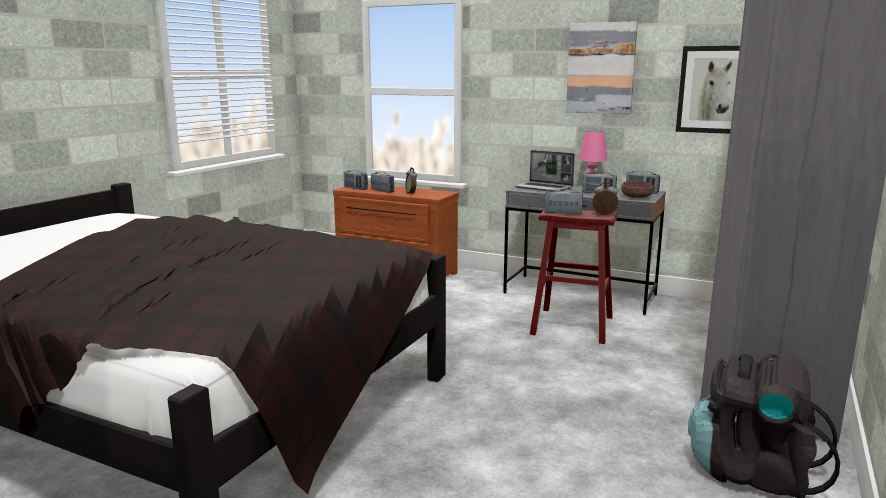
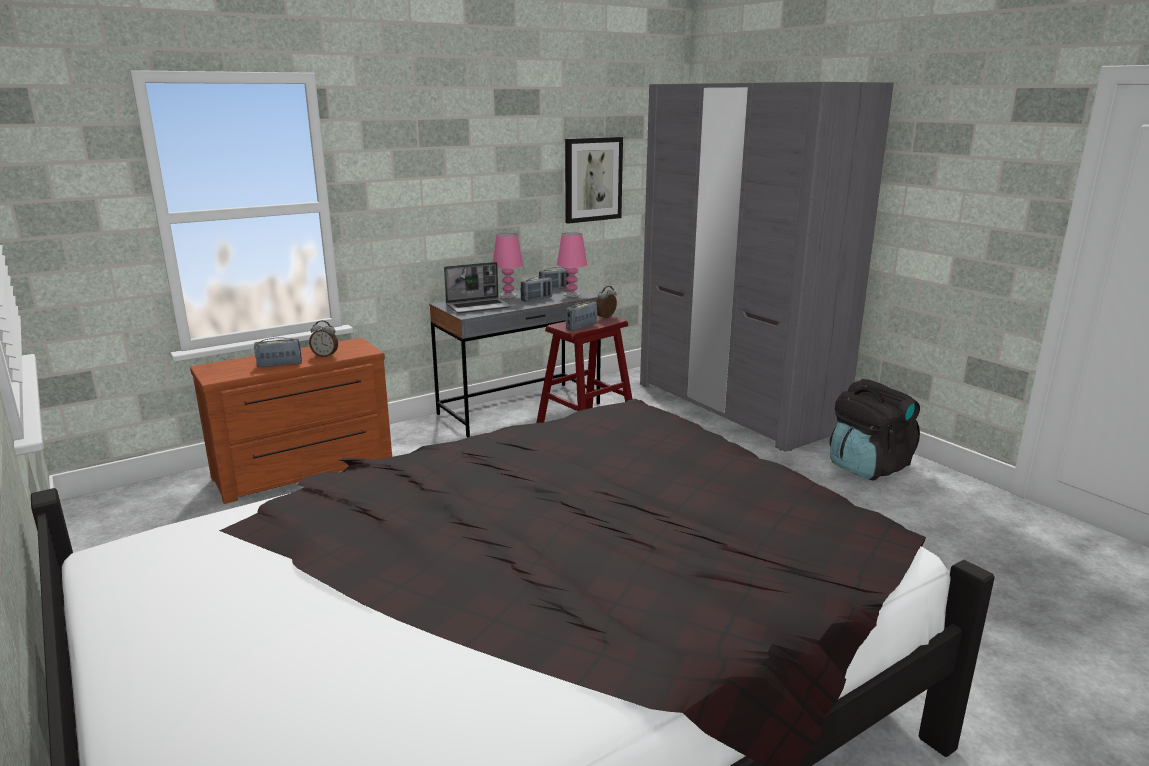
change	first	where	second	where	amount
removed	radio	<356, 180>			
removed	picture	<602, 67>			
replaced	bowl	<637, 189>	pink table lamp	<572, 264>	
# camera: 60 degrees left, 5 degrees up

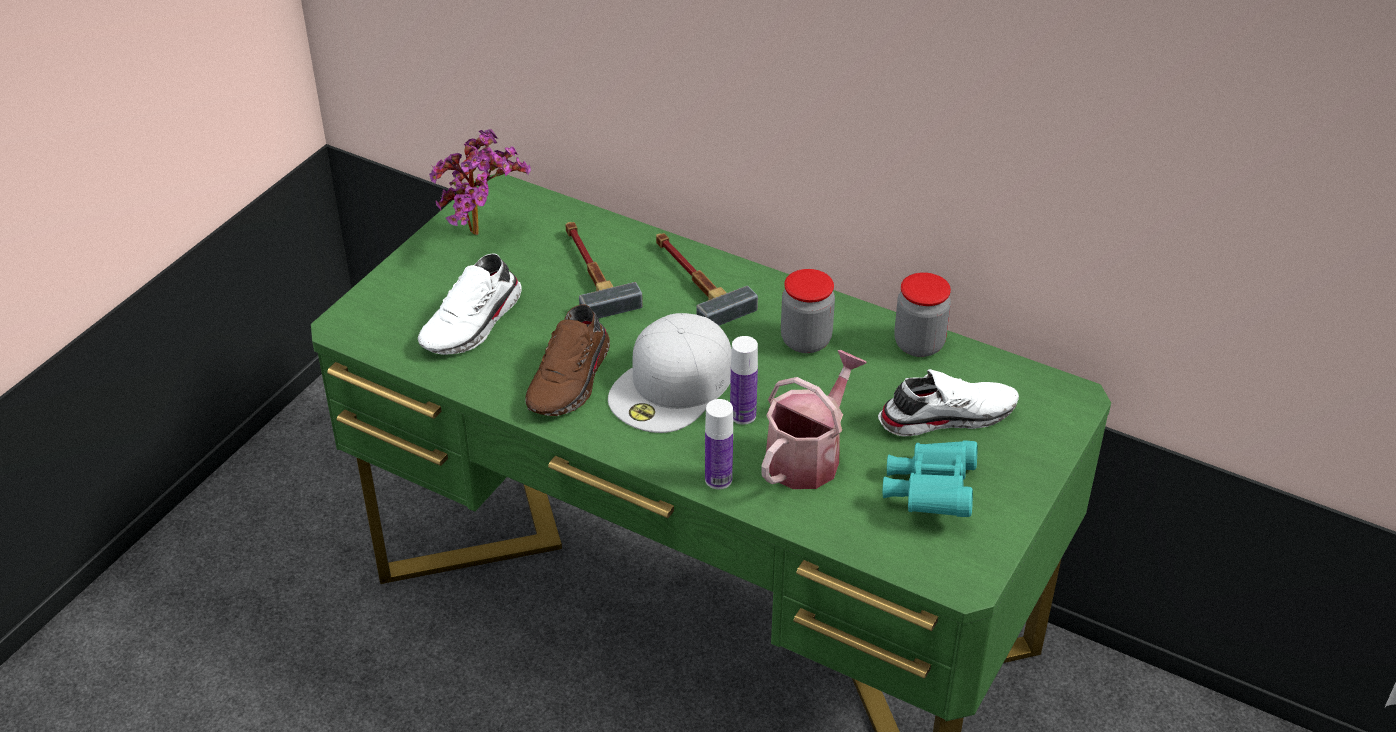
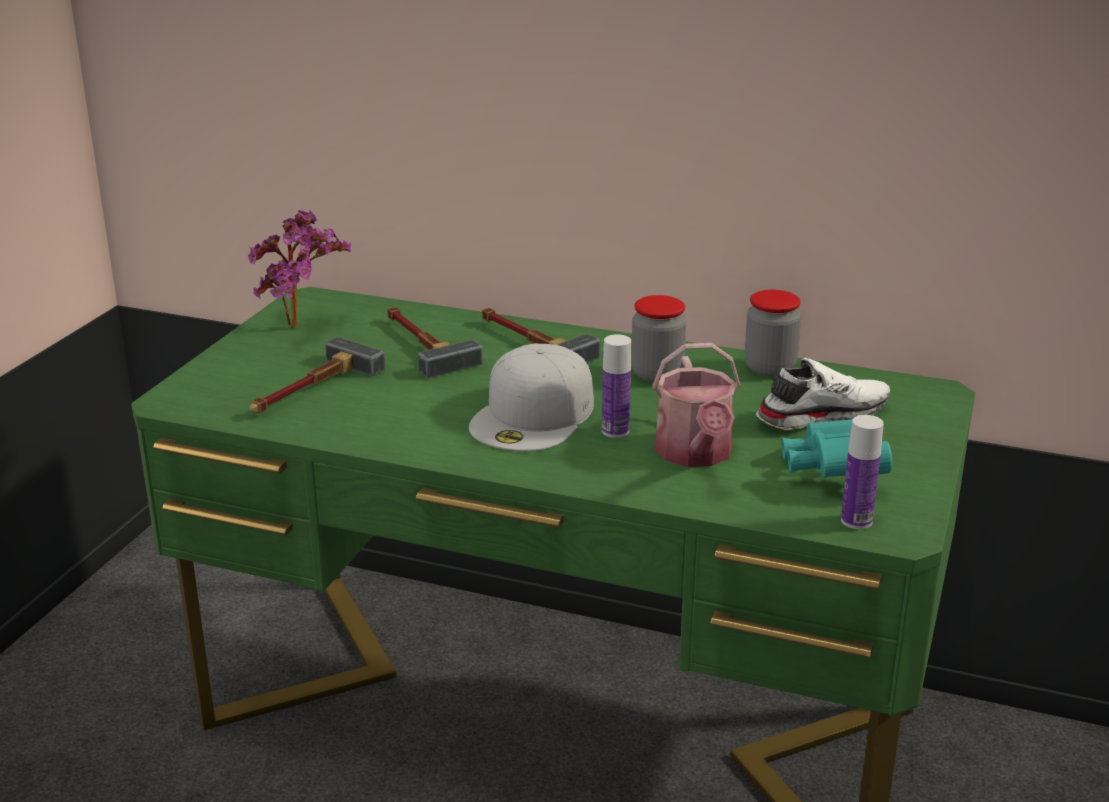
change	first	where	second	where	amount
removed	brown shoe	<567, 360>			
moved	bottle	<719, 444>		<862, 472>	
replaced	white shoe	<470, 304>	hammer	<318, 375>	
turned	watering can	<814, 419>		<696, 405>	150 degrees clockwise
# camera: 10 degrees left, 15 degrees down

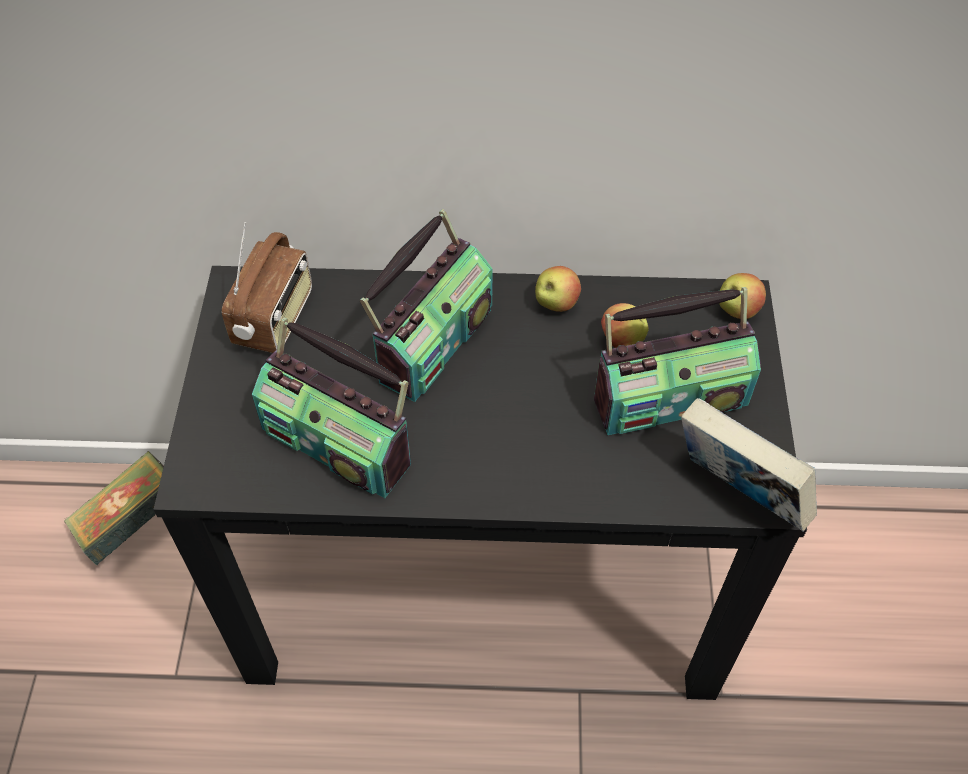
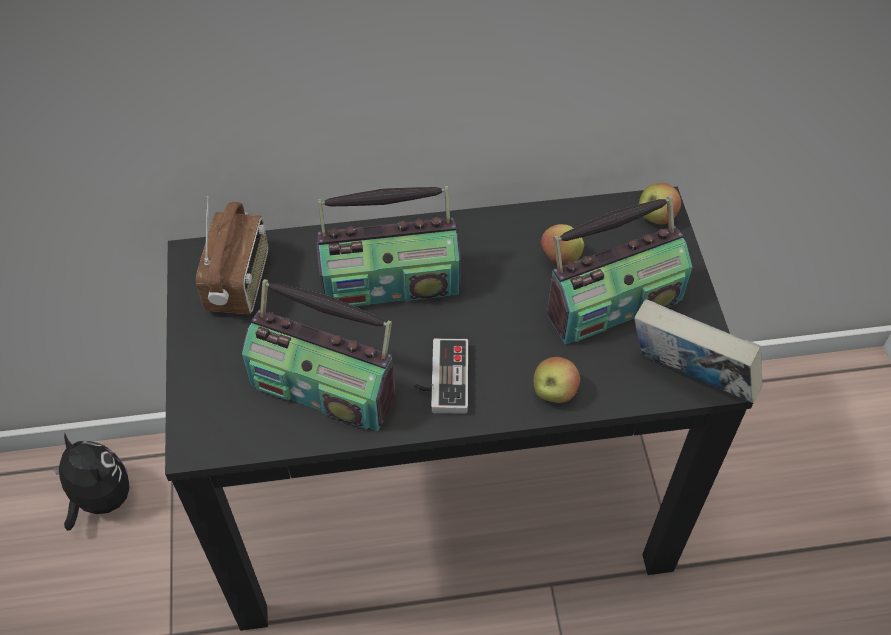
change	first	where	second	where	amount
added			game controller	<441, 376>	
moved	apple	<558, 289>		<557, 380>	
replaced	book	<114, 508>	plush toy	<91, 482>	
turned	radio	<426, 306>		<388, 246>	60 degrees clockwise
# camera: 10 degrees left, 0 degrees up

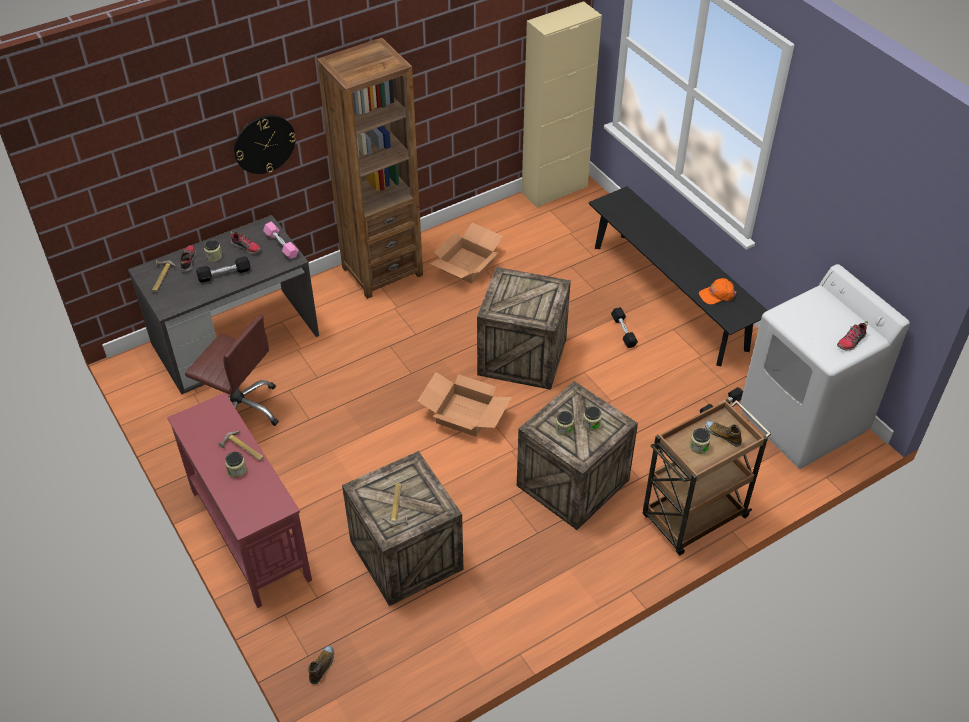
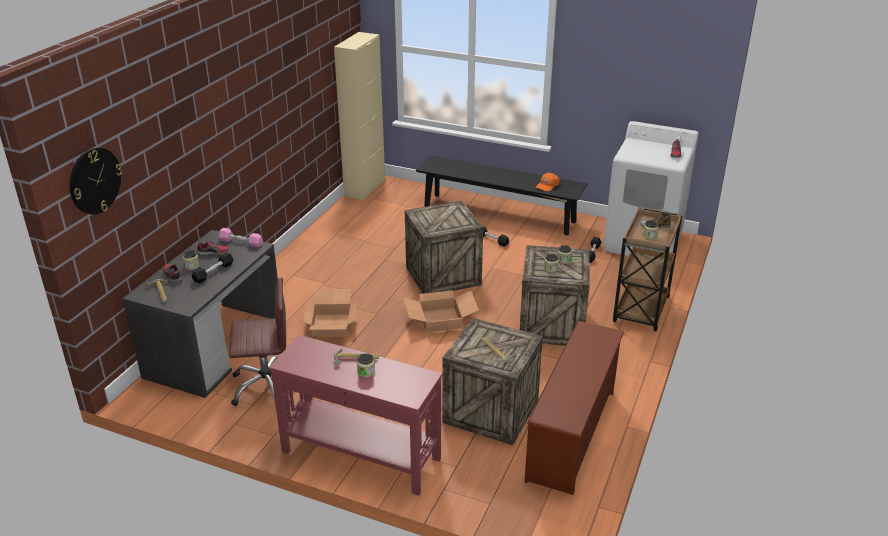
change	first	where	second	where	amount
removed	shoe	<321, 665>			
removed	brown bookcase	<370, 168>			
added			brown shoe rack	<574, 408>	
moved	wall clock	<265, 144>		<96, 181>	
moved	cardboard box	<466, 253>		<330, 312>	
# camera: 35 degrees left, 15 degrees down

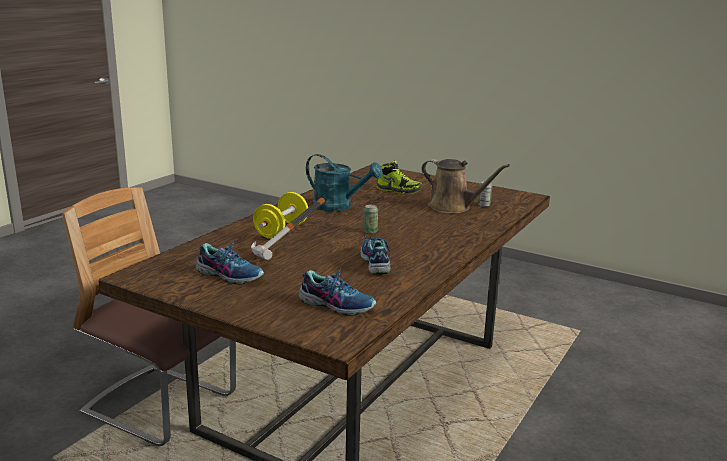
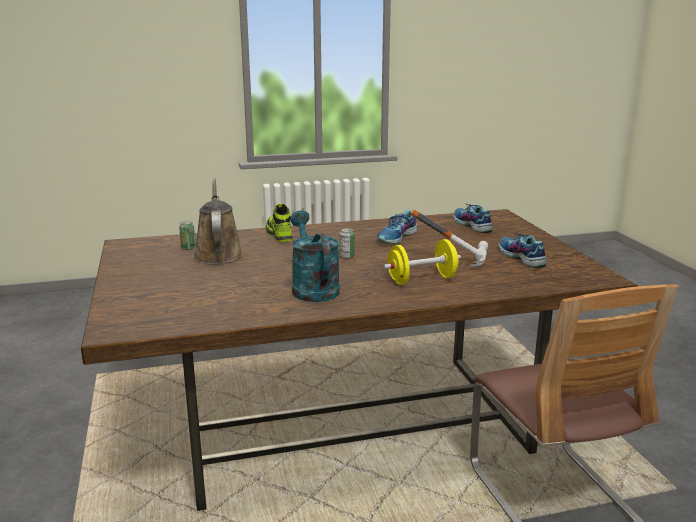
change	first	where	second	where	amount
moved	shoe	<400, 177>		<279, 223>	
# camera: 135 degrees left, 0 degrees up

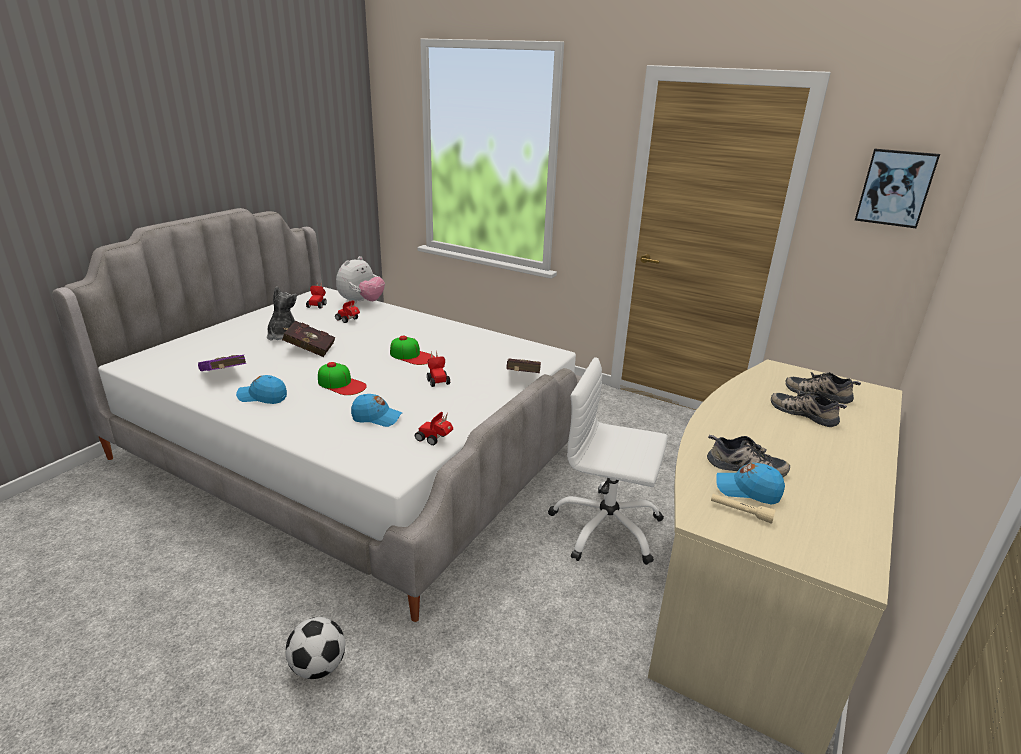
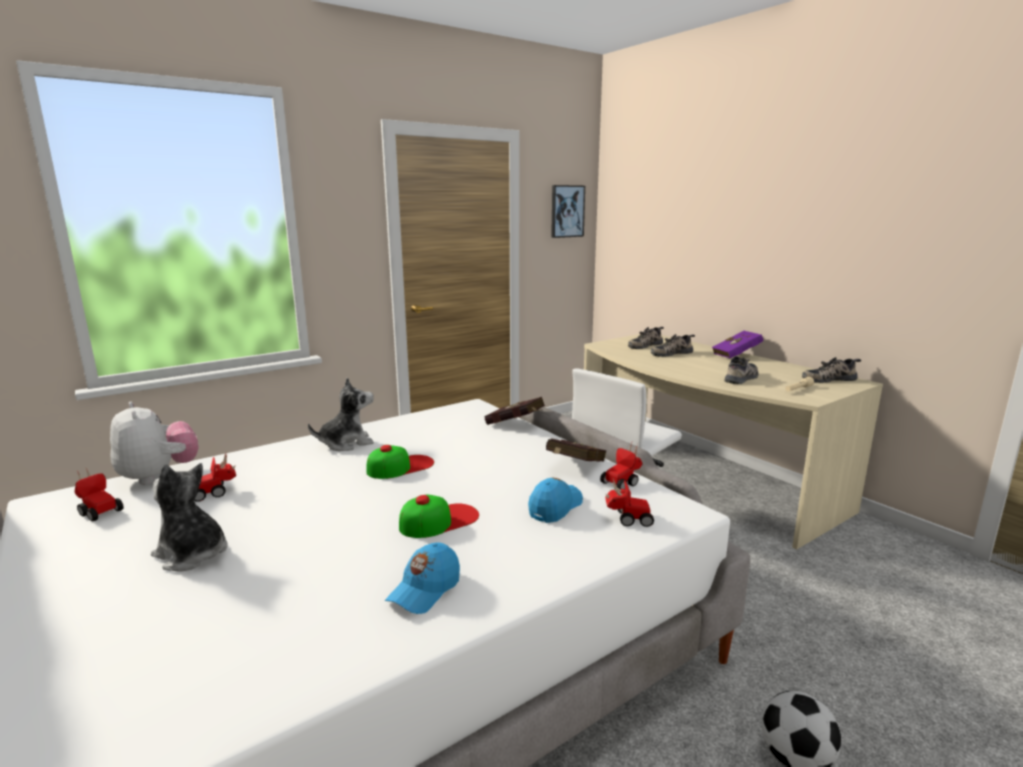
change	first	where	second	where	amount
removed	blue cap	<750, 484>			
added			plush toy	<341, 414>	
added			shoe	<831, 370>	
moved	purple book	<222, 363>		<737, 344>	
moved	red book	<308, 339>		<576, 450>	
moved	toy car	<438, 369>		<629, 503>	
# camera: 65 degrees left, 10 degrees down

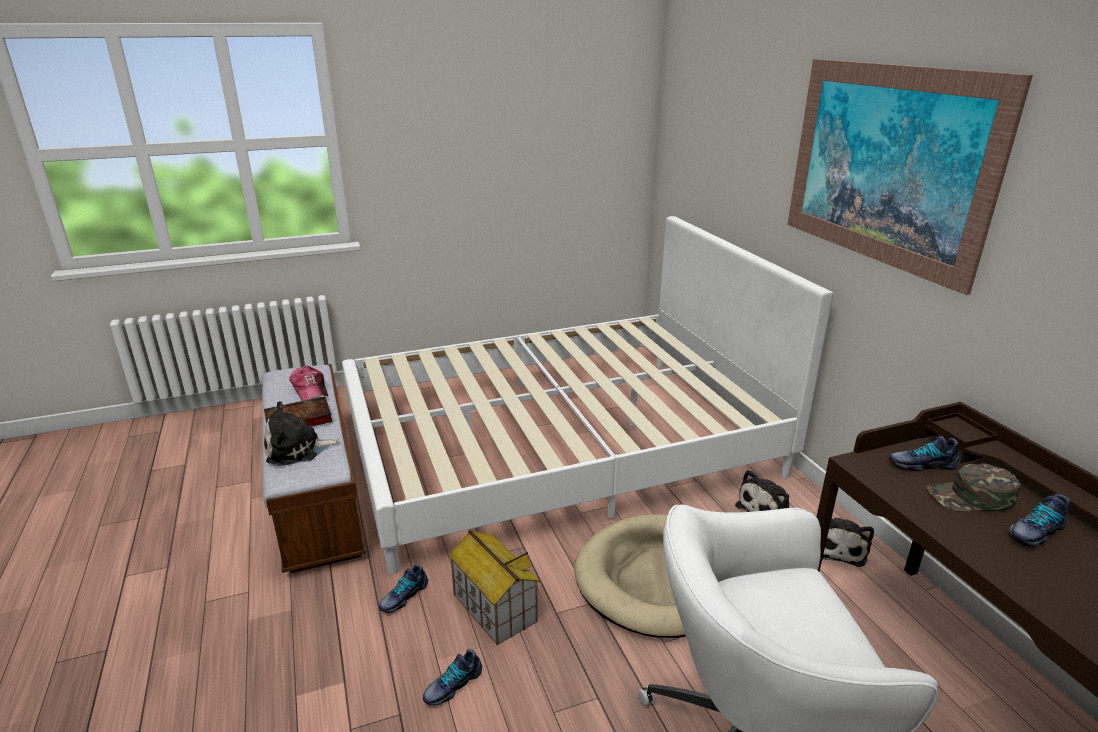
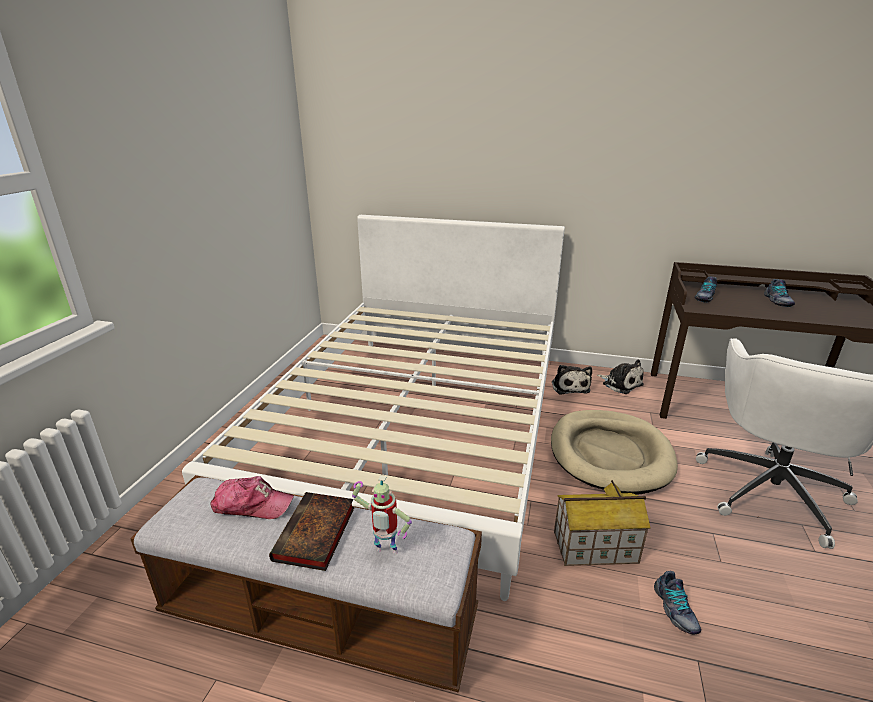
change	first	where	second	where	amount
removed	shoe	<403, 588>			
removed	picture	<910, 177>			
removed	green cap	<973, 487>			
replaced	plush toy	<302, 433>	toy robot	<382, 514>	
# camera: 55 degrees left, 0 degrees up

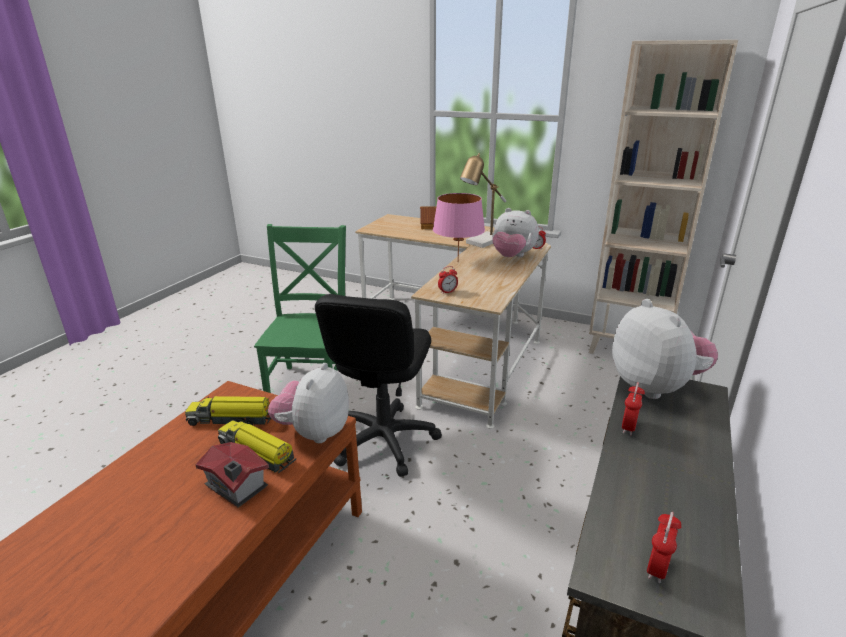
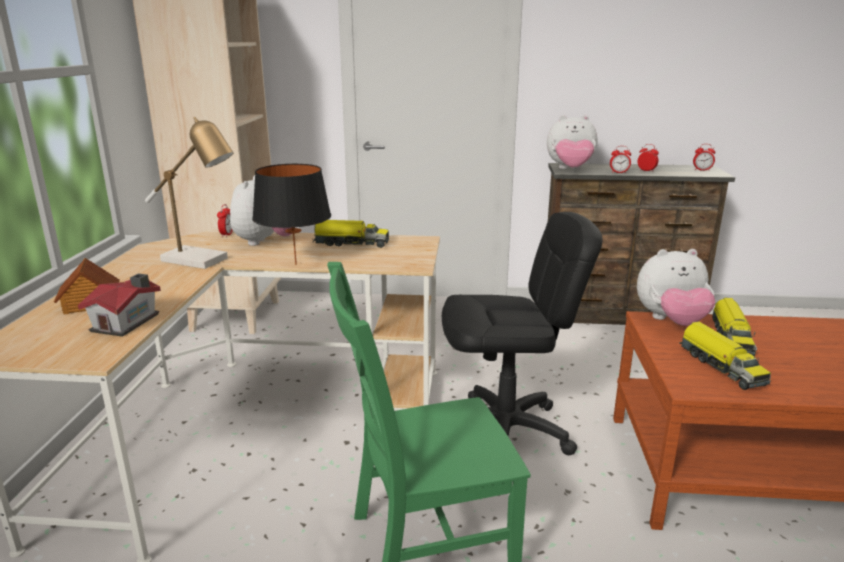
change	first	where	second	where	amount
added			toy truck	<351, 234>	
moved	toy house	<232, 475>		<119, 305>	
moved	alarm clock	<448, 280>		<648, 158>	
recoloured	pink table lamp	<459, 227>	black table lamp	<291, 214>	
turned	plush toy	<665, 349>		<572, 142>	135 degrees counterclockwise
# camera: 110 degrees left, 5 degrees down

